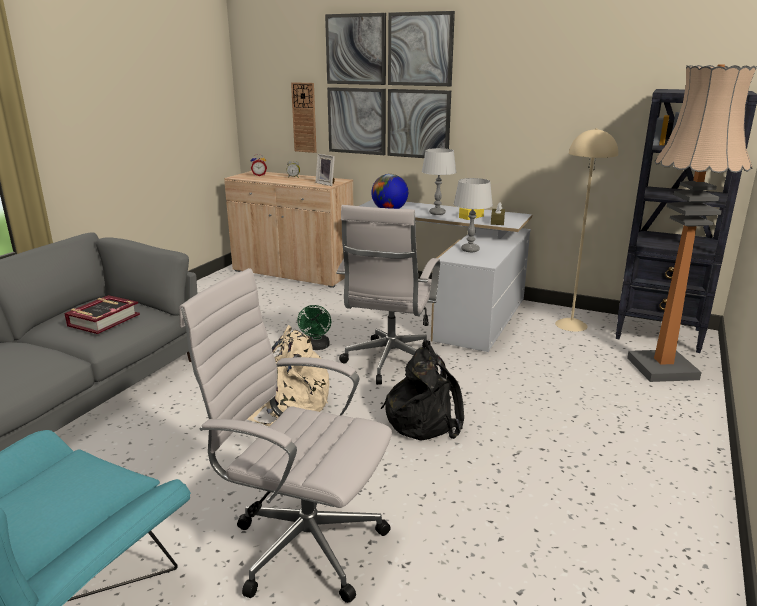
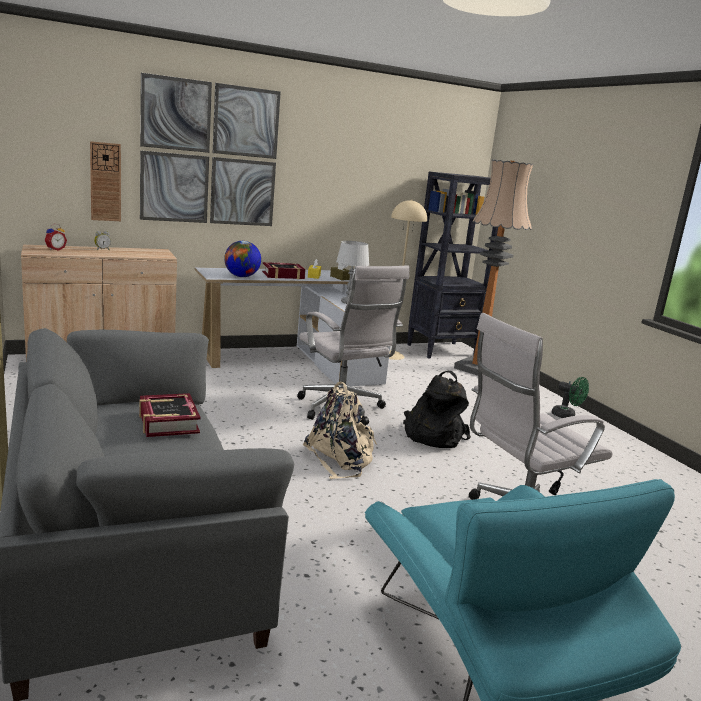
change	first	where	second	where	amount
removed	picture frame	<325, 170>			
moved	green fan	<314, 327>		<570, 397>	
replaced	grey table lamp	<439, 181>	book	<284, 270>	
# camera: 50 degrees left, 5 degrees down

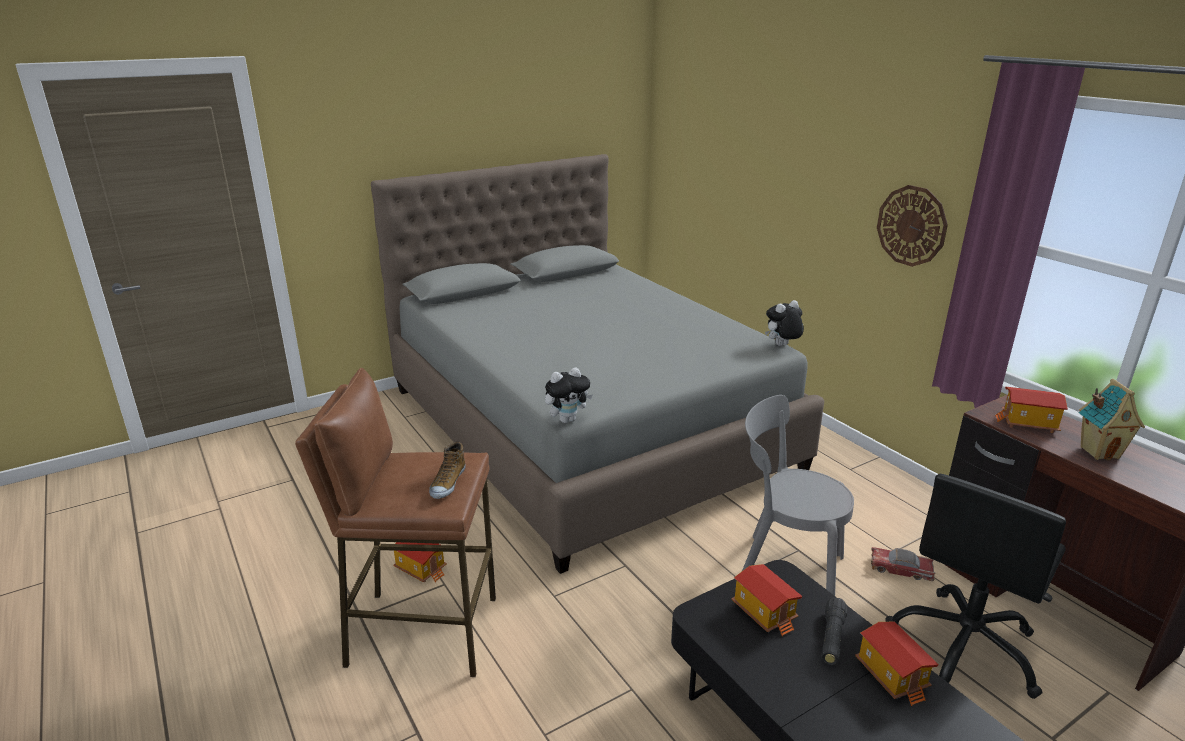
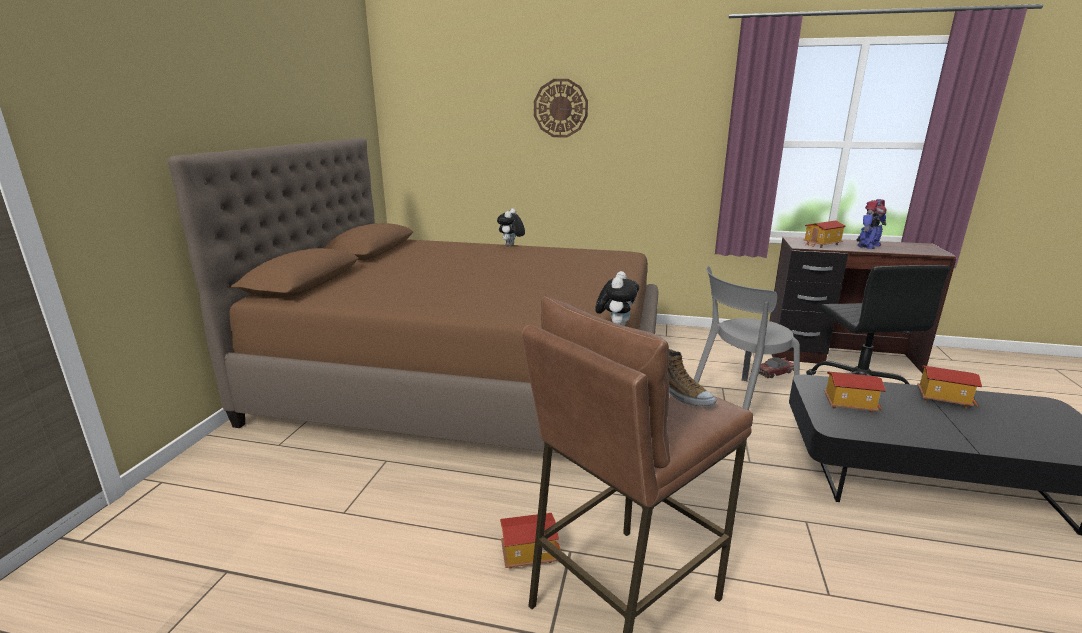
change	first	where	second	where	amount
removed	black flashlight	<834, 631>			
moved	plush toy	<784, 323>		<511, 227>	
moved	wall clock	<912, 226>		<561, 108>	
replaced	toy house	<1112, 419>	toy robot	<871, 224>	
recoloured	grey bed	<597, 364>	brown bed	<413, 295>	
# camera: 45 degrees left, 5 degrees down

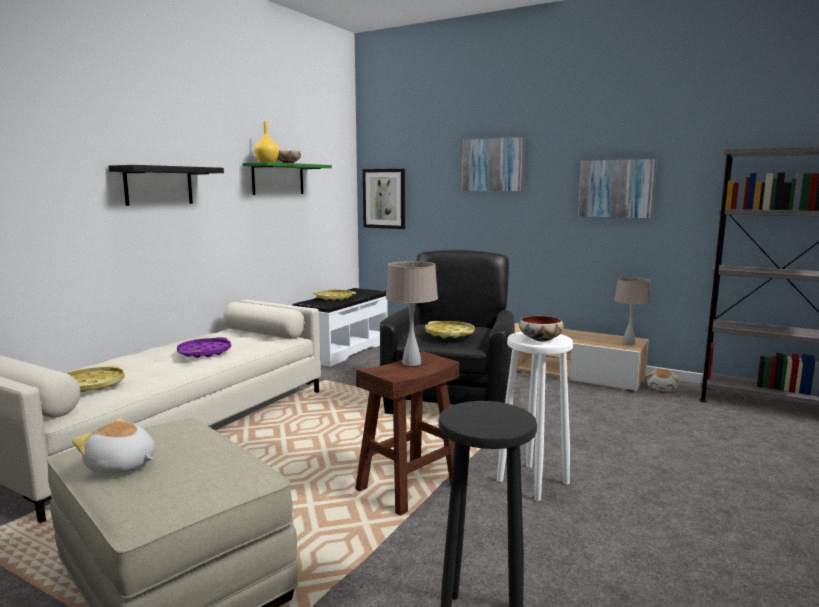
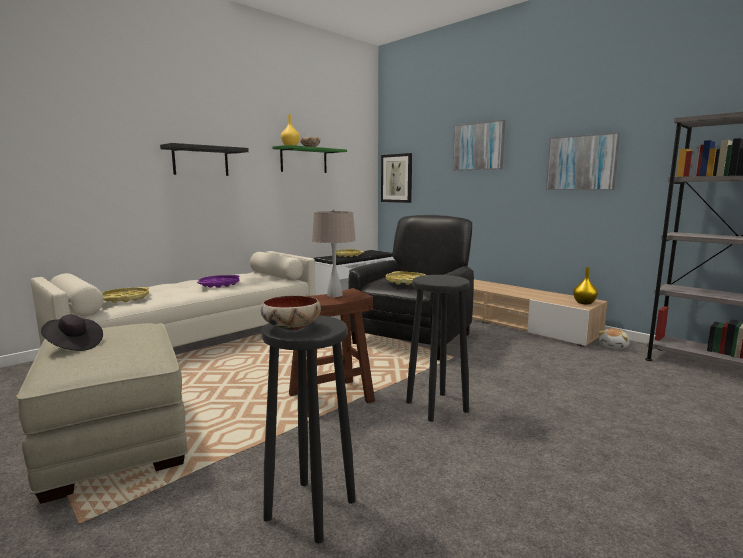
change	first	where	second	where	amount
moved	bowl	<541, 329>		<291, 313>	
replaced	plush toy	<113, 445>	black hat	<72, 332>	
replaced	beige table lamp	<632, 311>	yellow vase	<585, 285>	
recoloured	white stool	<535, 416>	black stool	<438, 348>	
# camera: 15 degrees right, 0 degrees up

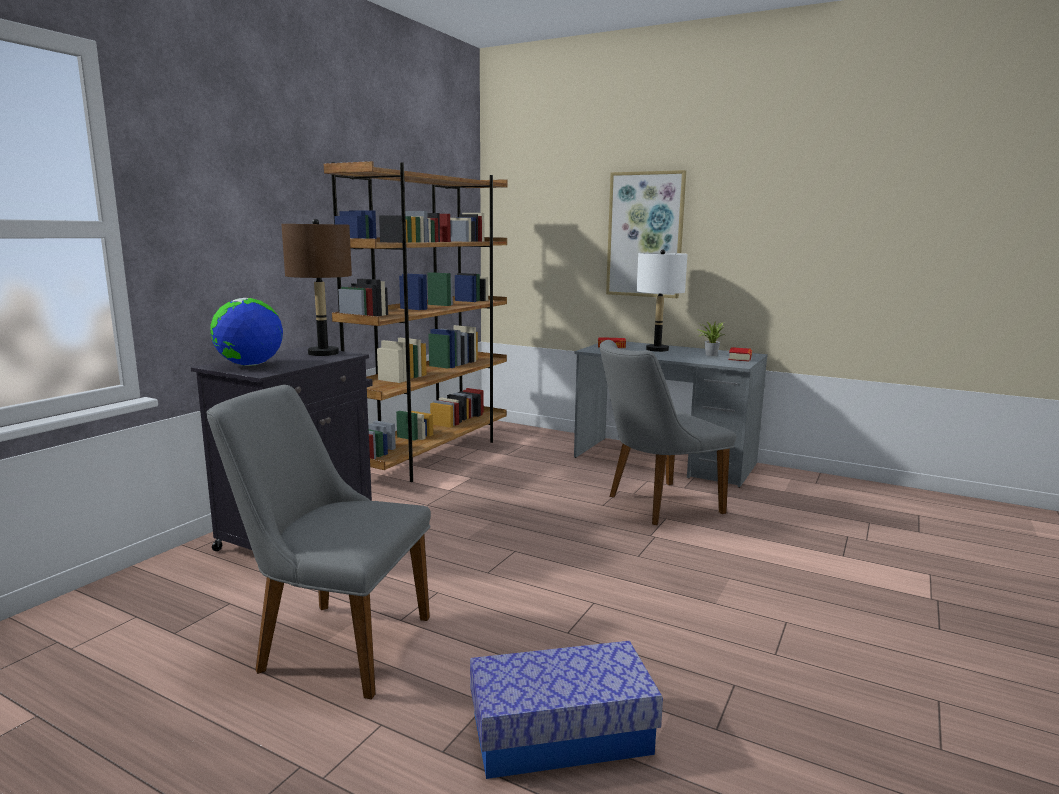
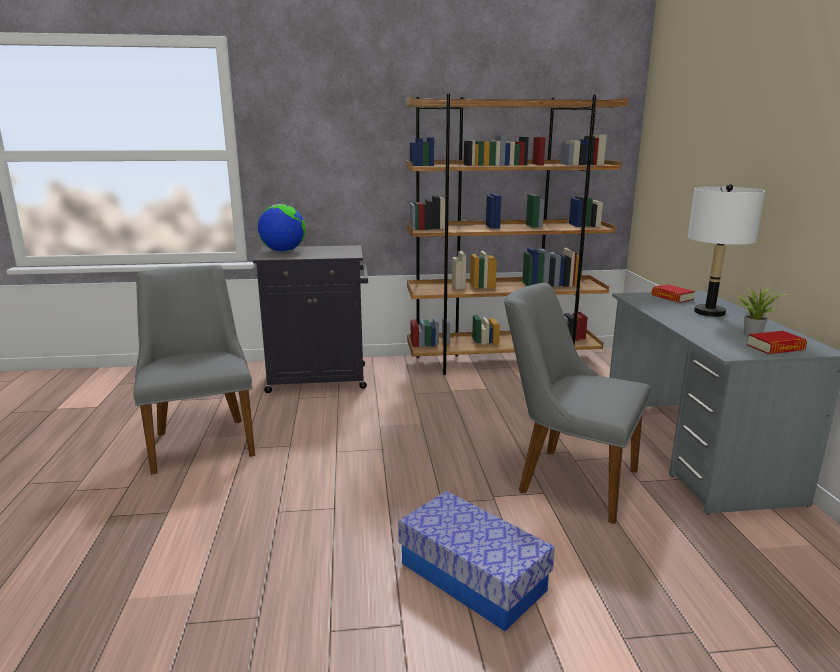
change	first	where	second	where	amount
removed	brown table lamp	<316, 287>			
removed	picture	<646, 234>			
moved	storage box	<566, 710>		<476, 561>	
# camera: 55 degrees right, 5 degrees up

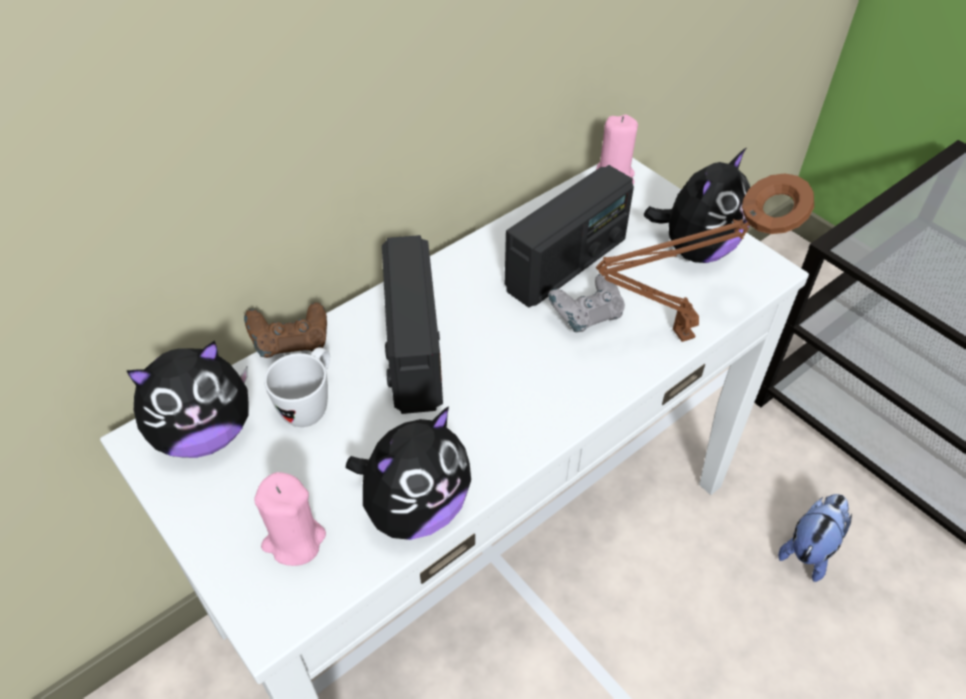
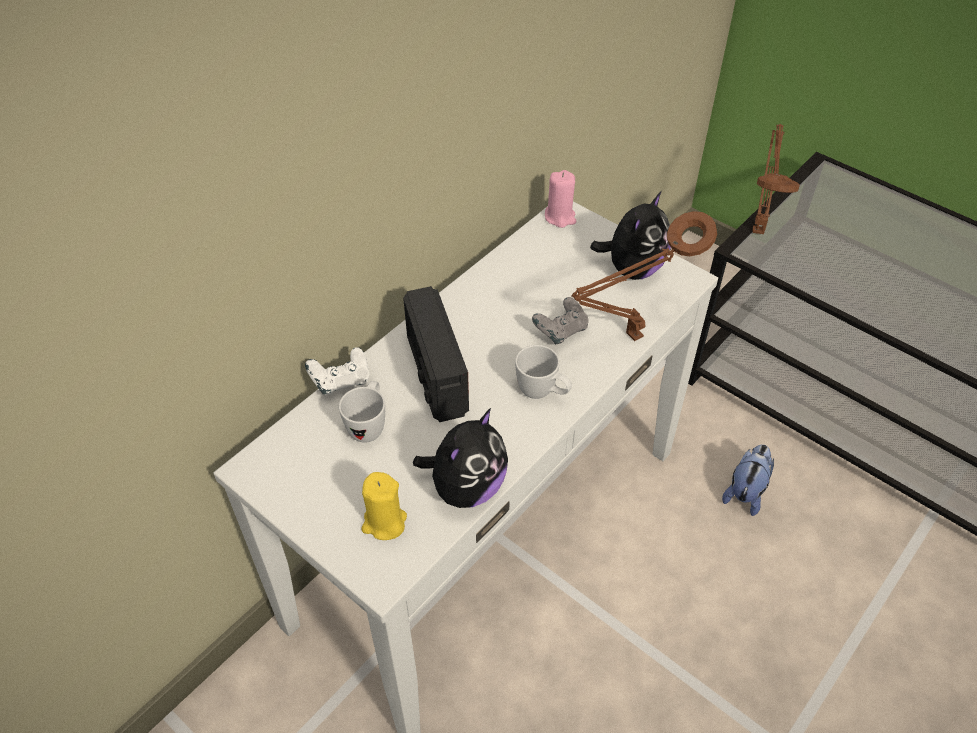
change	first	where	second	where	amount
removed	plush toy	<187, 399>			
removed	radio	<569, 236>			
added			white mug	<543, 372>	
added			brown table lamp	<776, 179>	
recoloured	brown game controller	<285, 330>	white game controller	<337, 371>	
recoloured	pink candle	<290, 519>	yellow candle	<384, 506>	
# camera: 10 degrees left, 0 degrees up

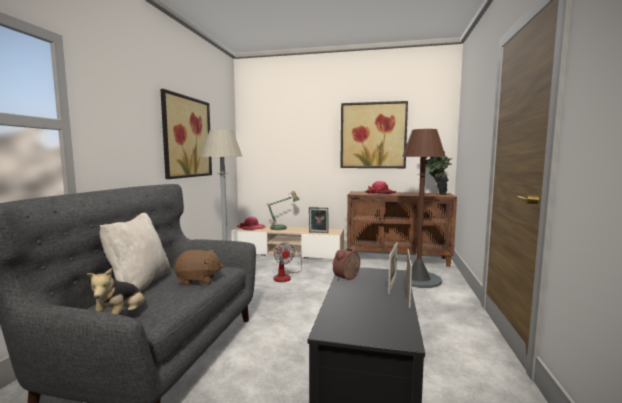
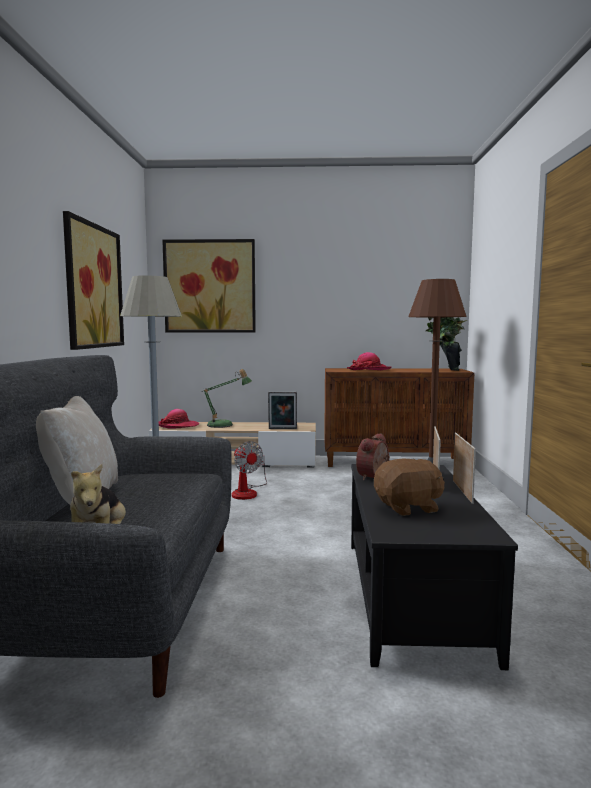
change	first	where	second	where	amount
moved	brown plush toy	<199, 268>		<409, 487>	
moved	picture	<374, 134>		<209, 286>	
# camera: 10 degrees left, 0 degrees up

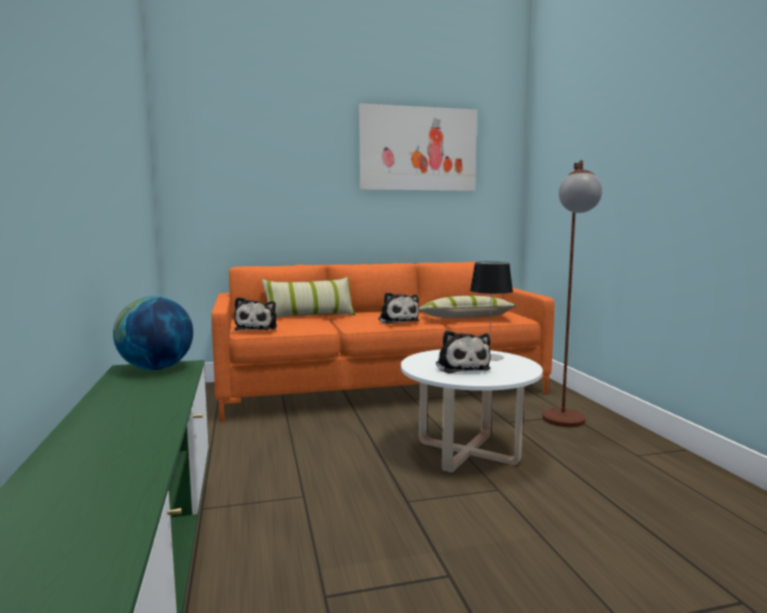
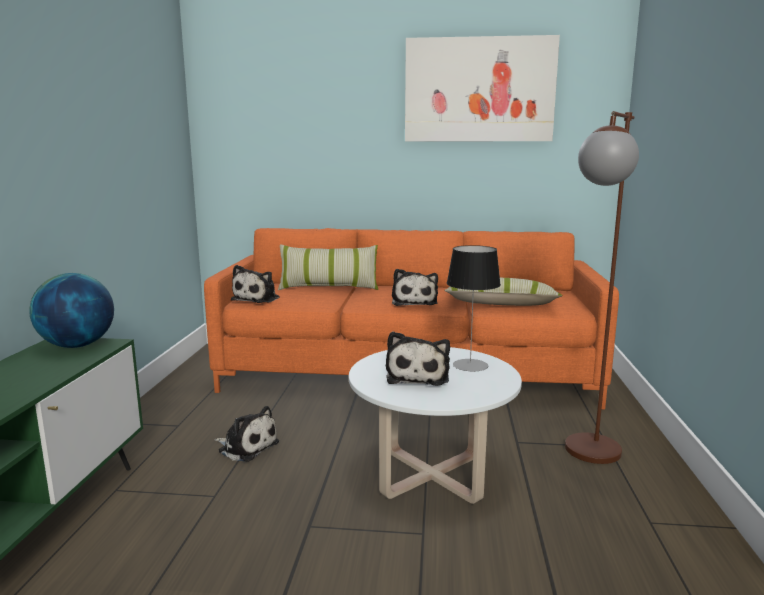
change	first	where	second	where	amount
added			plush toy	<246, 434>	
# camera: 20 degrees right, 5 degrees up

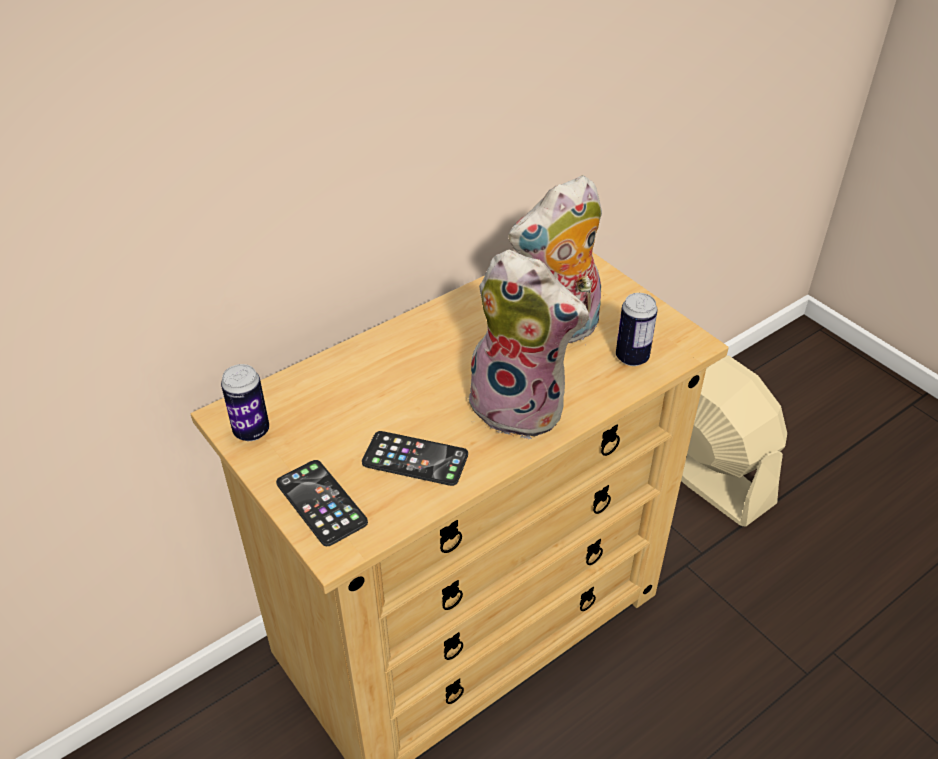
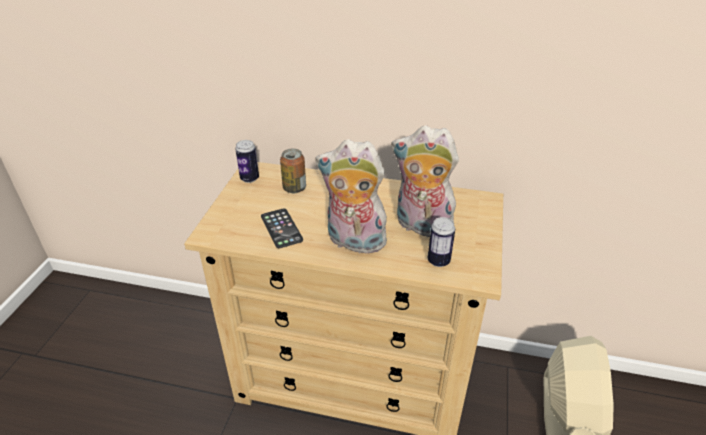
change	first	where	second	where	amount
removed	phone	<322, 503>			
added			can	<293, 171>	
turned	plush toy	<527, 344>		<351, 196>	120 degrees clockwise
# camera: 50 degrees right, 5 degrees down

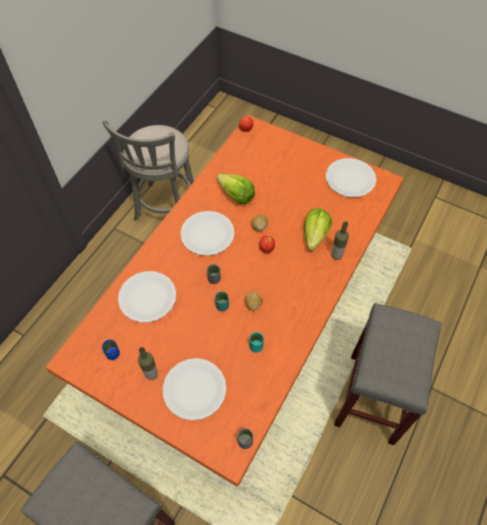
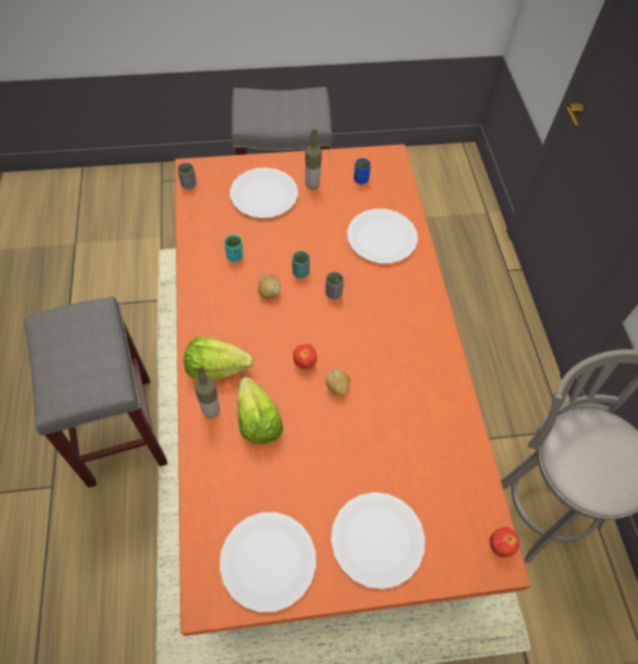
change	first	where	second	where	amount
moved	white plate	<207, 233>		<378, 540>	
moved	lettuce	<236, 189>		<219, 358>	
# camera: 140 degrees right, 0 degrees up

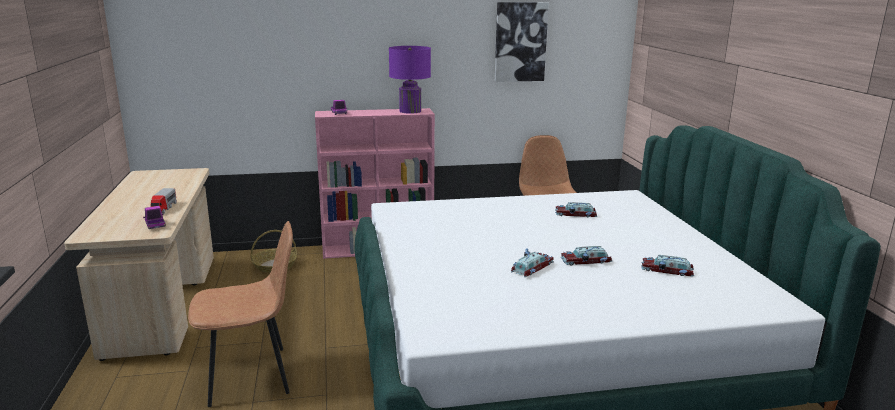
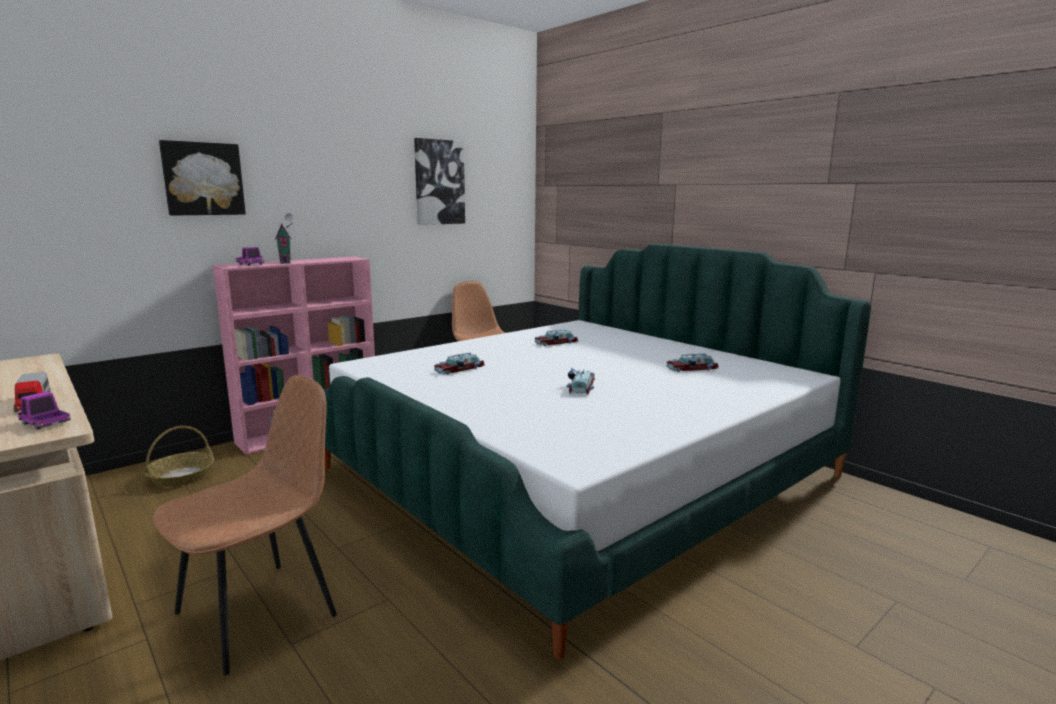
change	first	where	second	where	amount
removed	purple table lamp	<410, 80>			
added			picture	<202, 178>	
added			toy house	<284, 238>	
moved	toy car	<586, 255>		<459, 363>	
# camera: 30 degrees left, 5 degrees down

